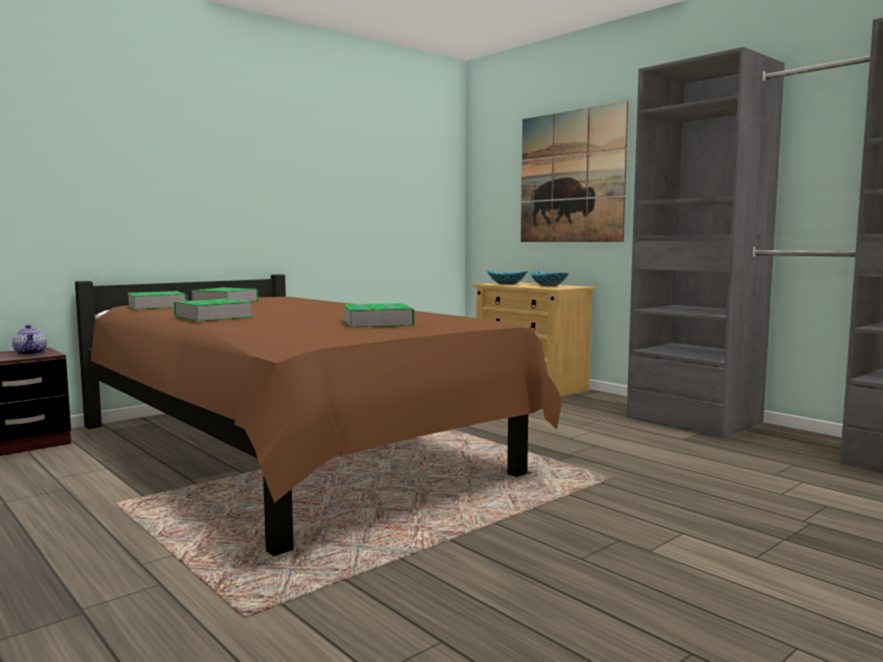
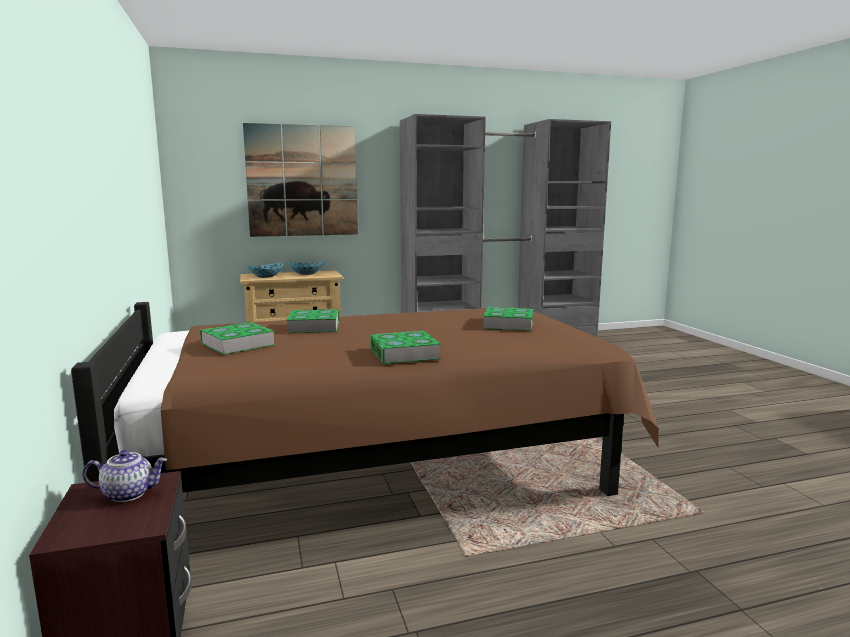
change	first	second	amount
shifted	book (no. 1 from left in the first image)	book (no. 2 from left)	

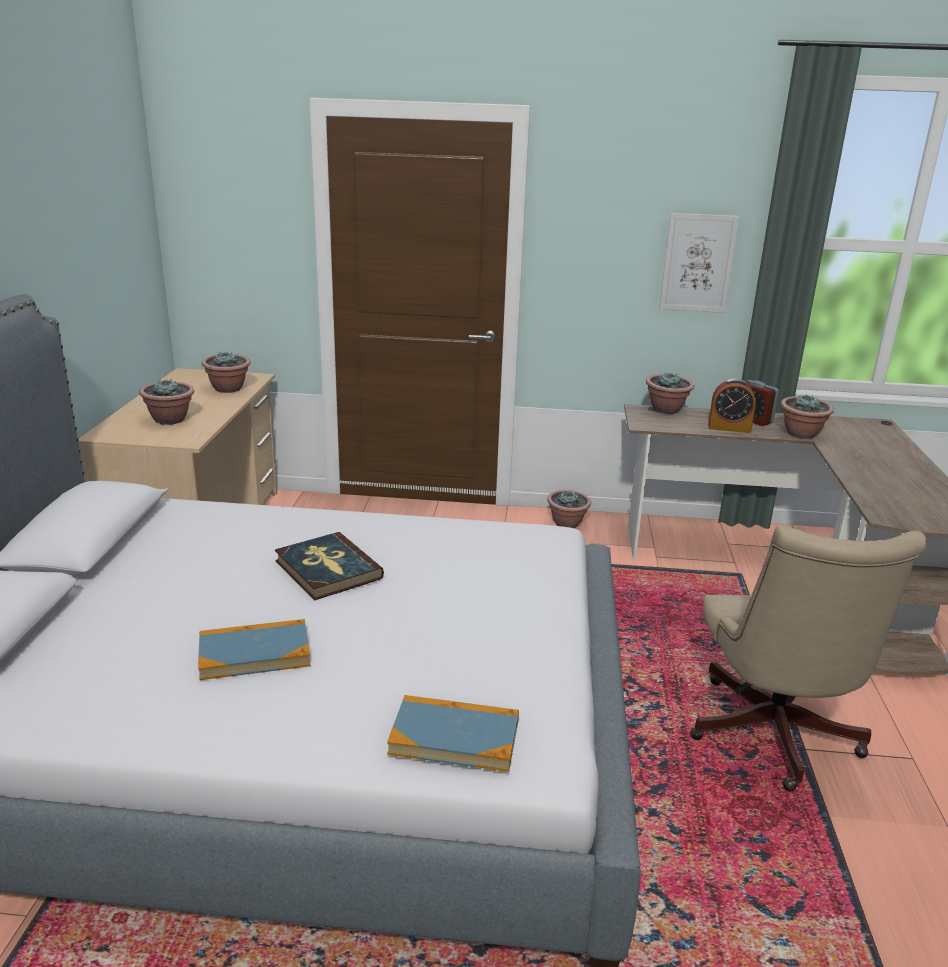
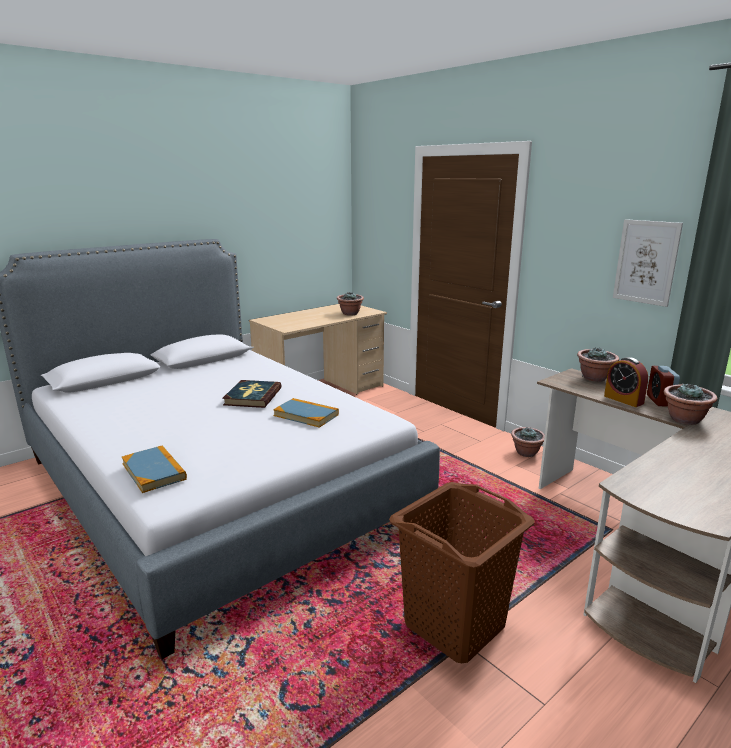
change	first	second	amount
gone	potted plant (no. 1 from left)		
swapped	beige office chair	brown laundry basket	
shifted	book (no. 1 from left in the first image)	book (no. 3 from left)	

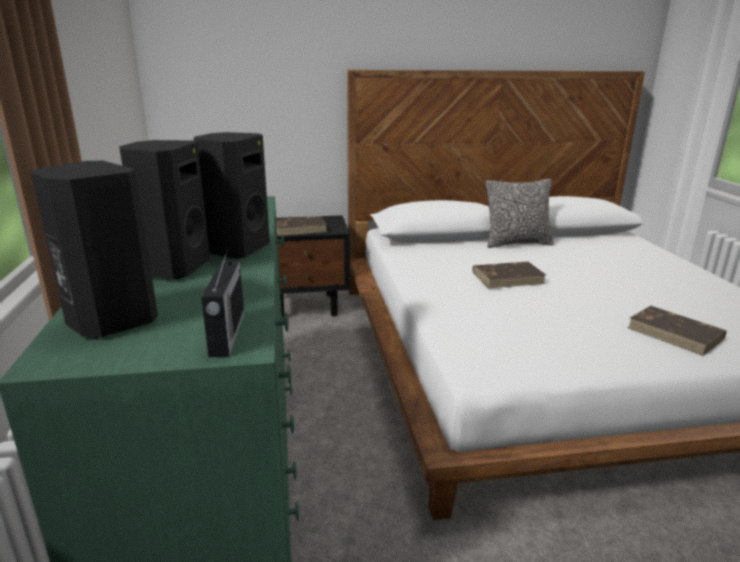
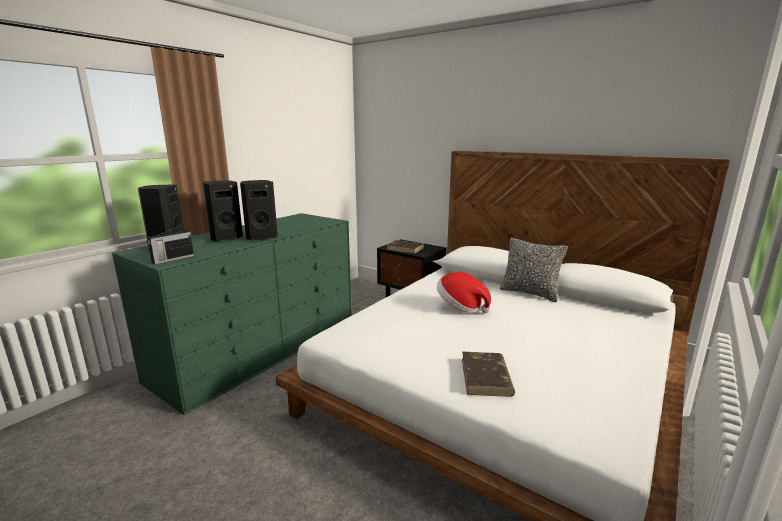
change	first	second	amount
swapped	brown book (no. 2 from left)	hat	

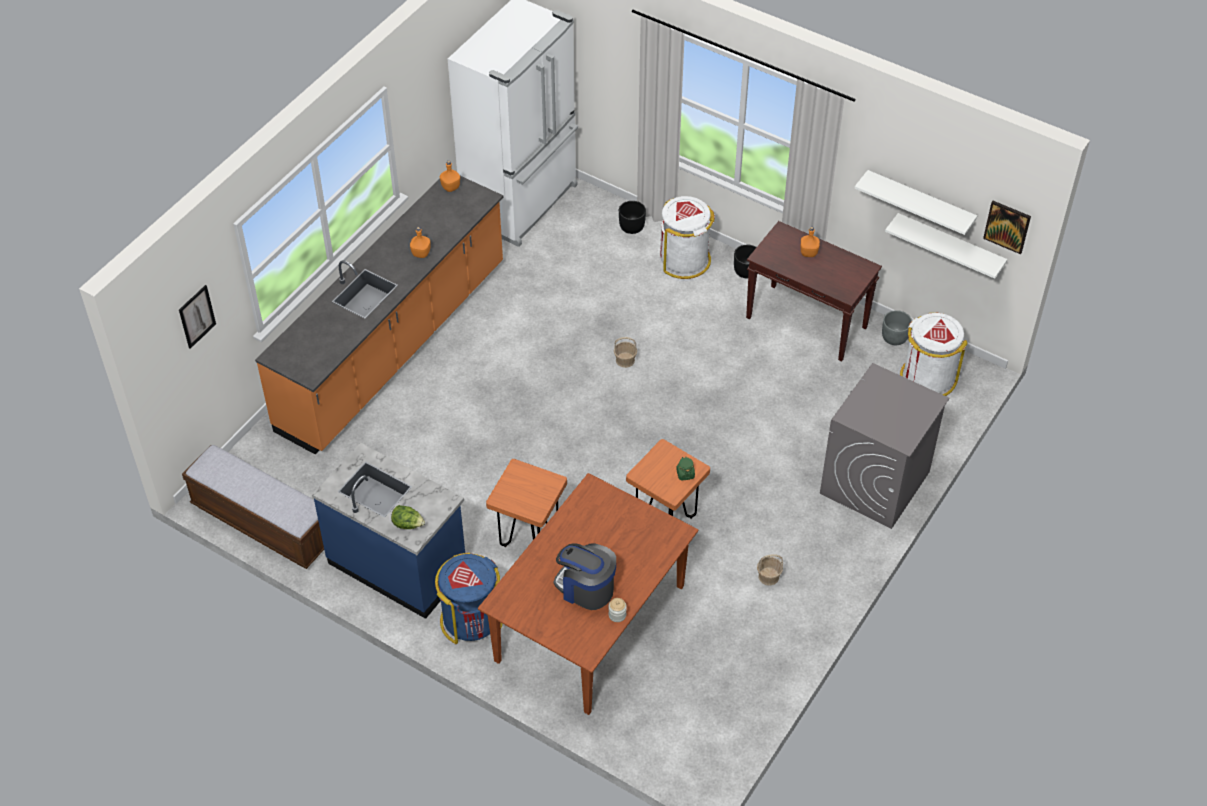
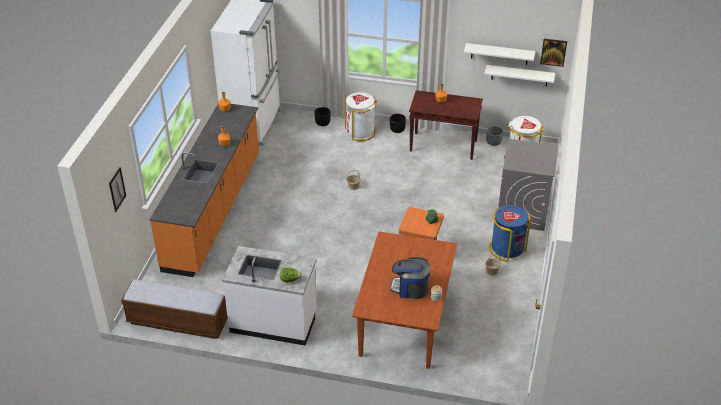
change	first	second	amount
repainted	blue counter	white counter	
gone	orange stool (no. 1 from left)		
shifted	blue trash can		

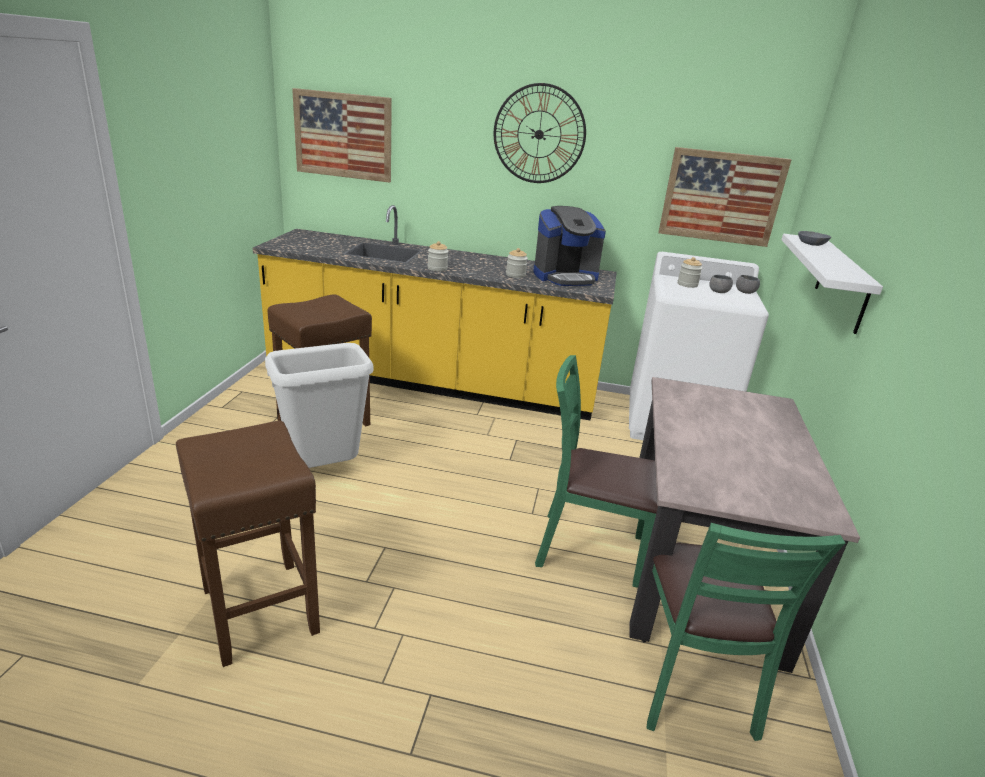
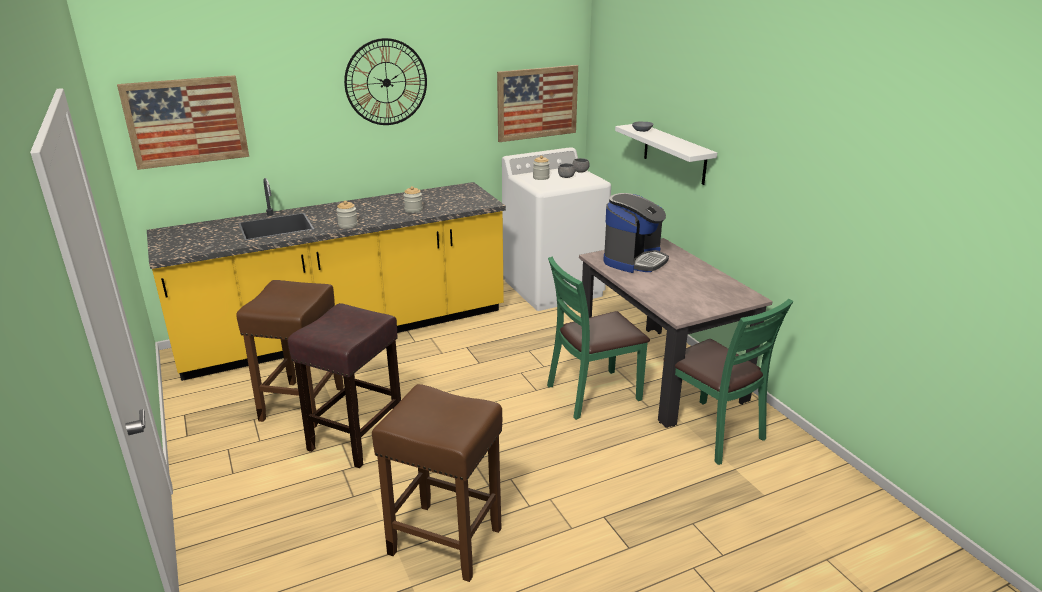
change	first	second	amount
shifted	coffee machine		
swapped	white trash can	brown stool (no. 2 from left)	

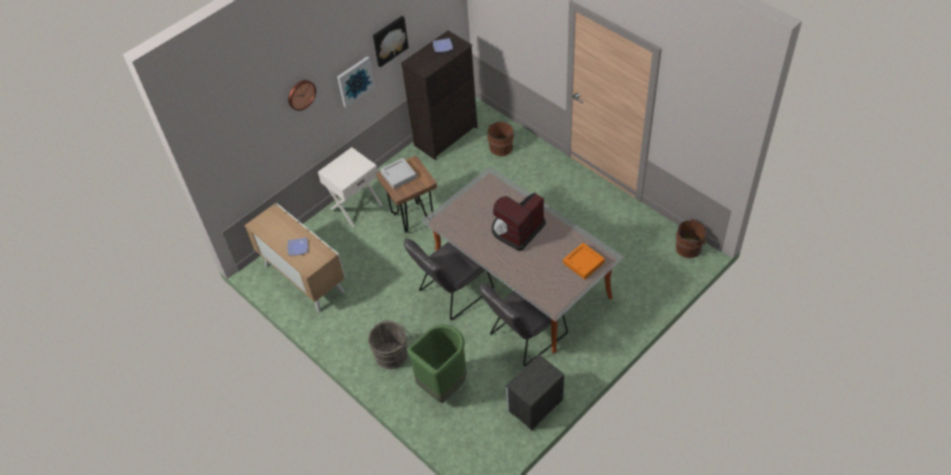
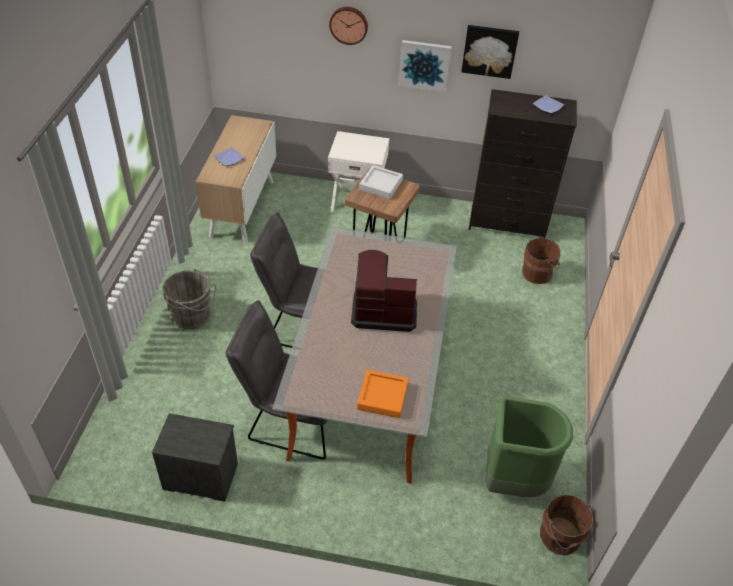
change	first	second	amount
shifted	green trash can		

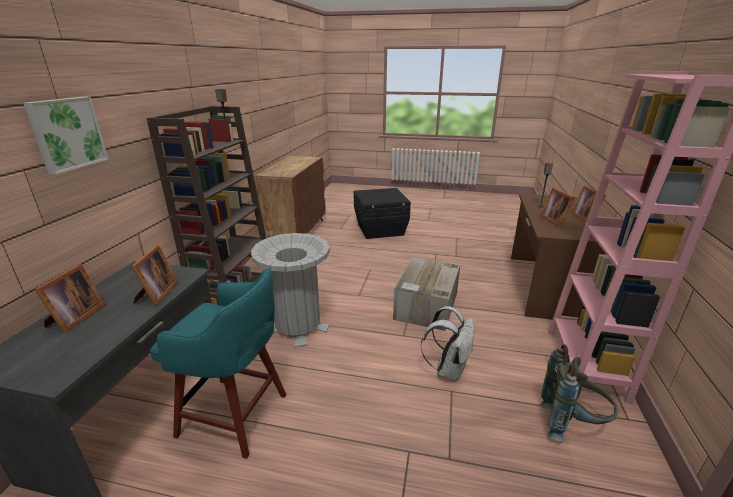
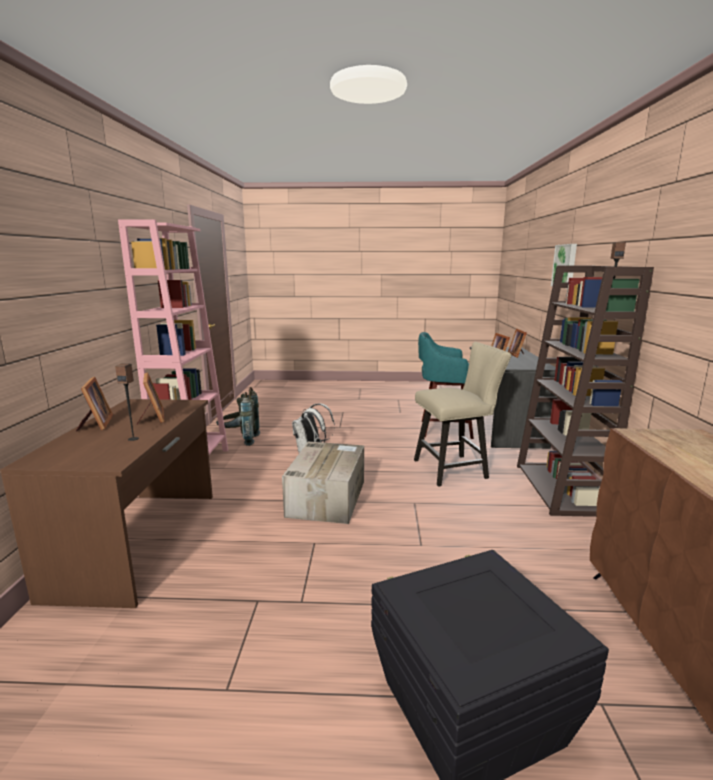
change	first	second	amount
swapped	grey trash can	beige chair	

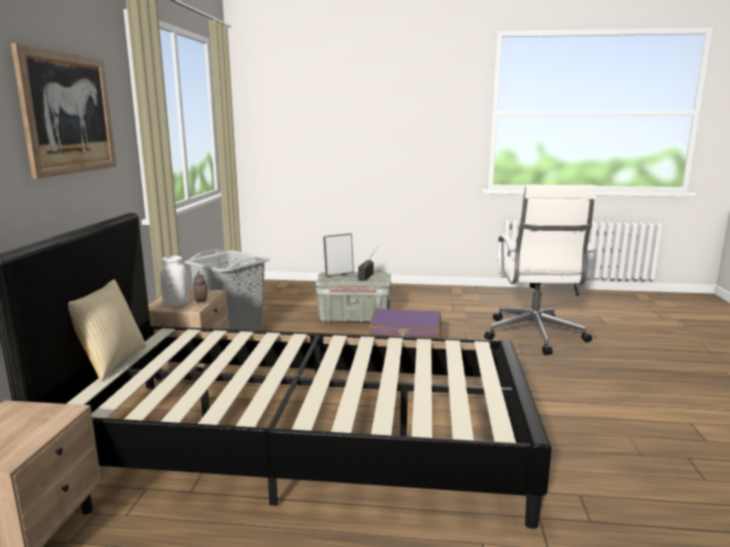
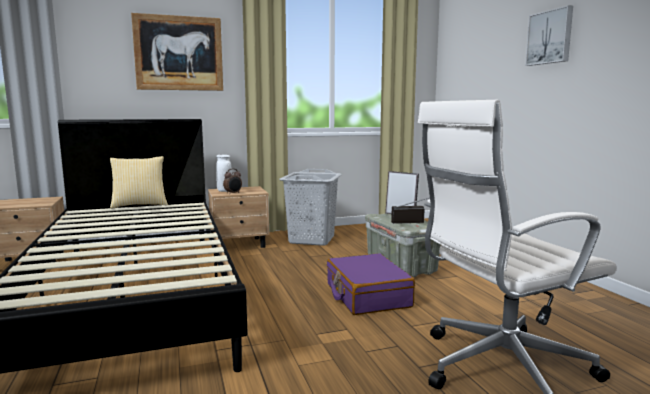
change	first	second	amount
new		picture (no. 2 from left)	

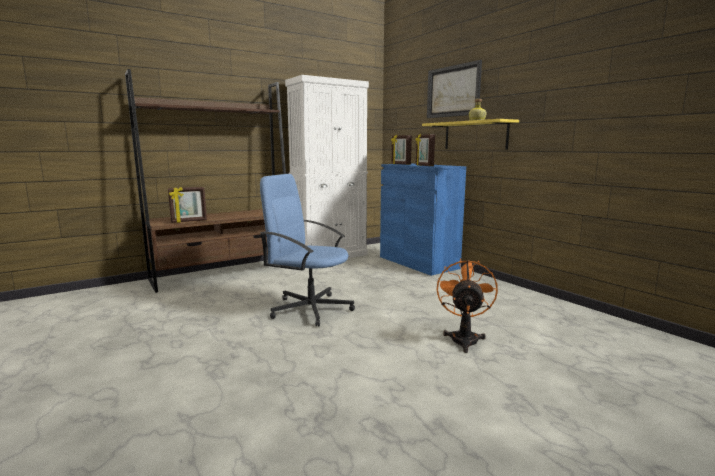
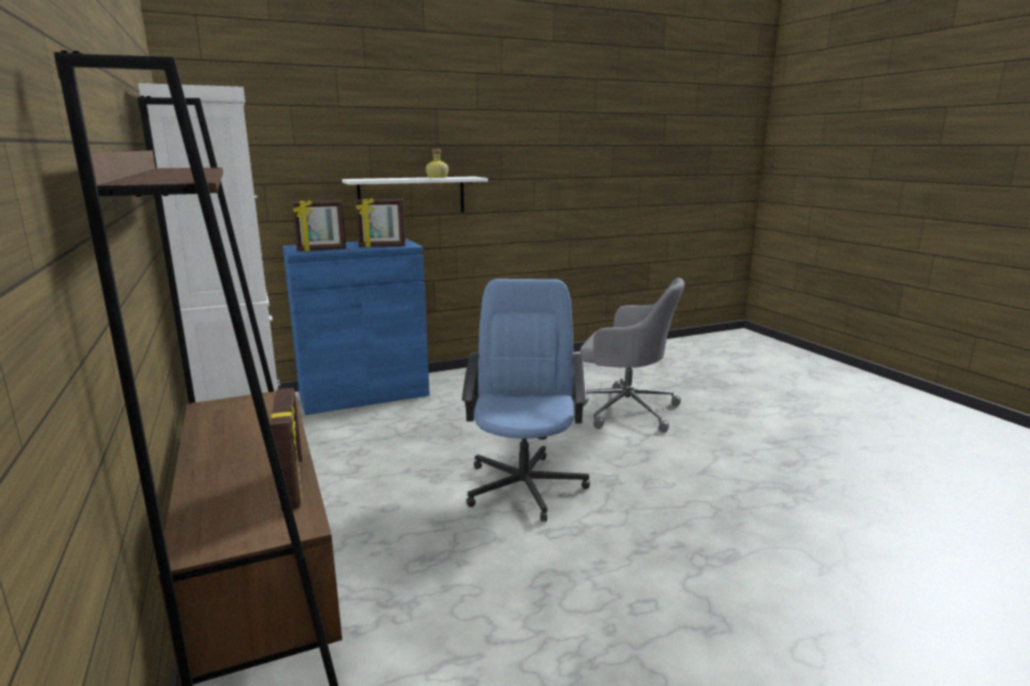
change	first	second	amount
gone	picture		
repainted	yellow shelf	white shelf	
rotated	blue office chair		150 degrees clockwise
swapped	orange fan	grey office chair	

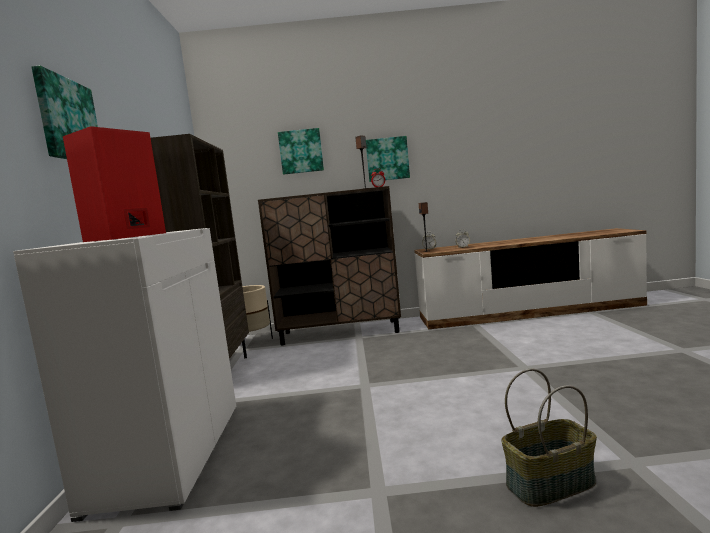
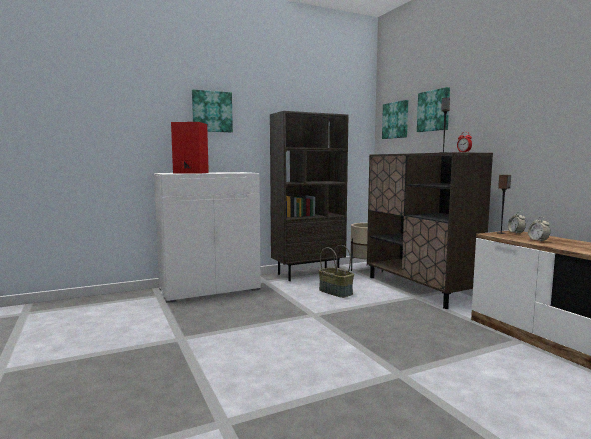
change	first	second	amount
shifted	picture (no. 3 from left in the first image)	picture (no. 2 from left)	
shifted	basket		

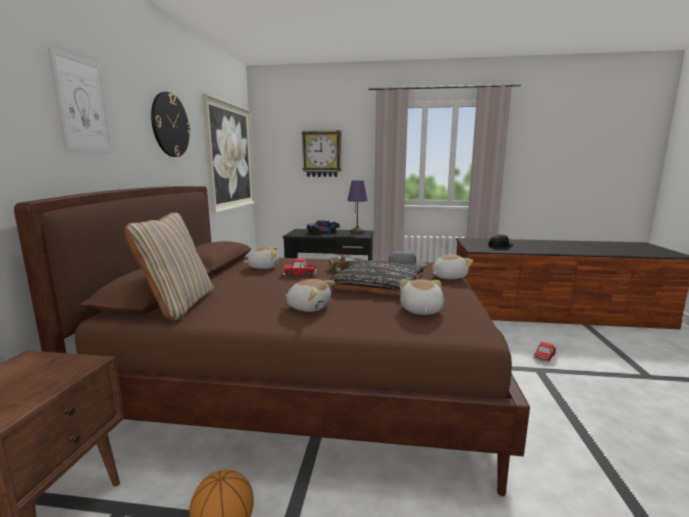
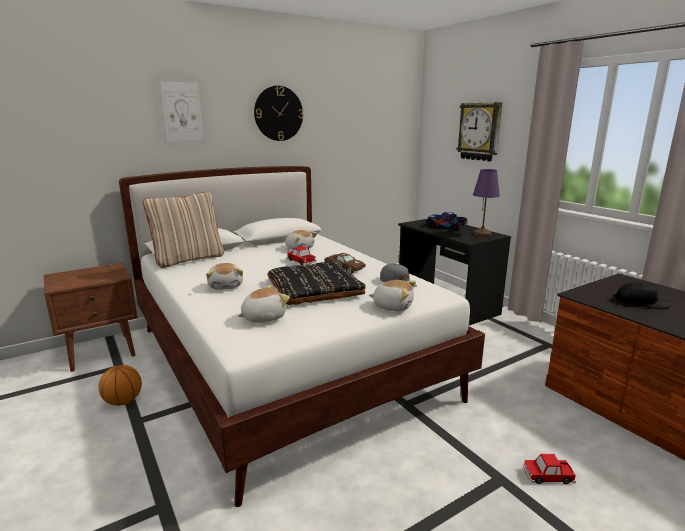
change	first	second	amount
gone	picture (no. 2 from left)		
repainted	brown bed	white bed	

